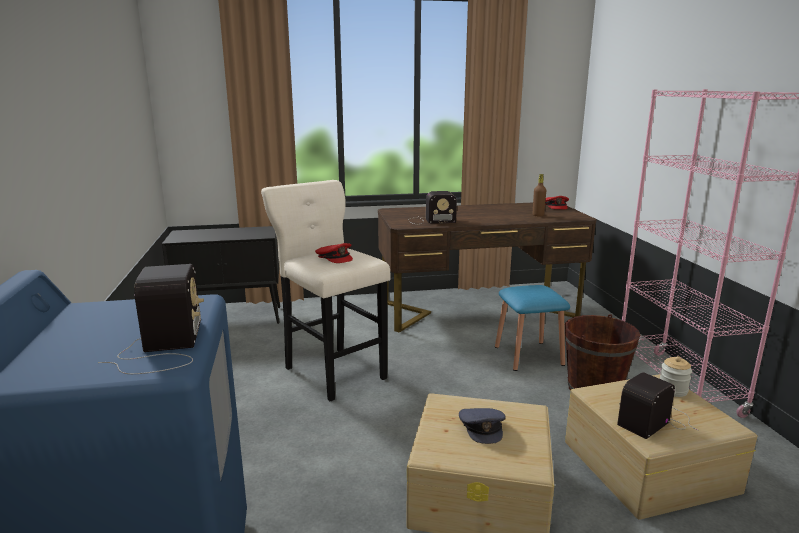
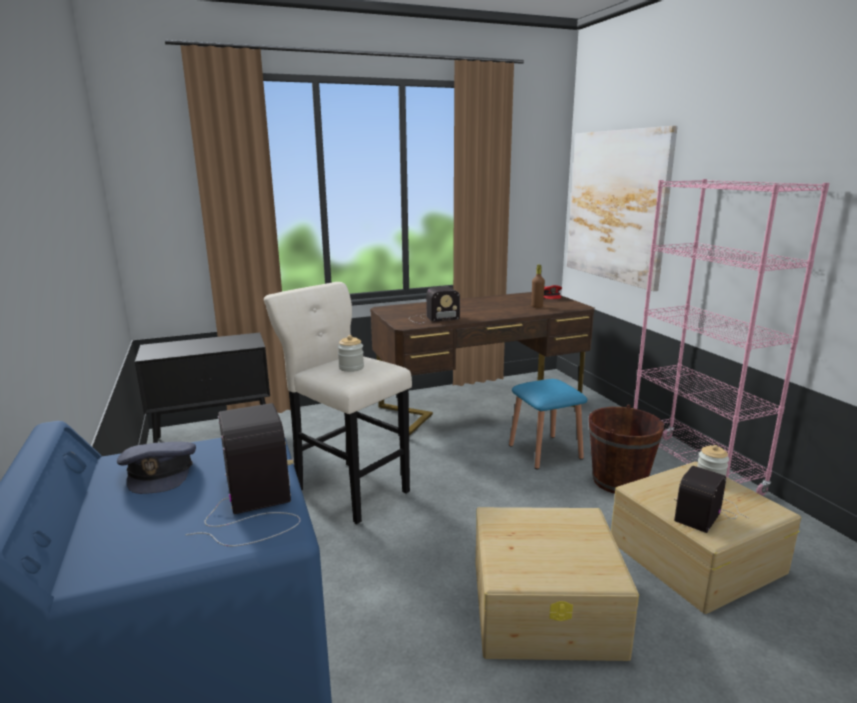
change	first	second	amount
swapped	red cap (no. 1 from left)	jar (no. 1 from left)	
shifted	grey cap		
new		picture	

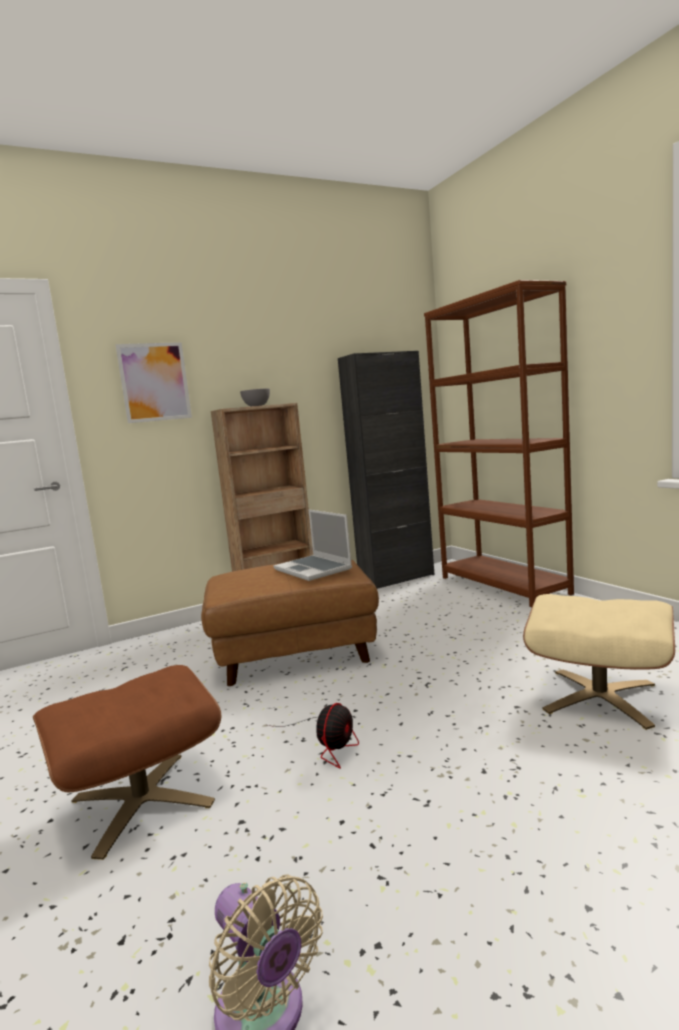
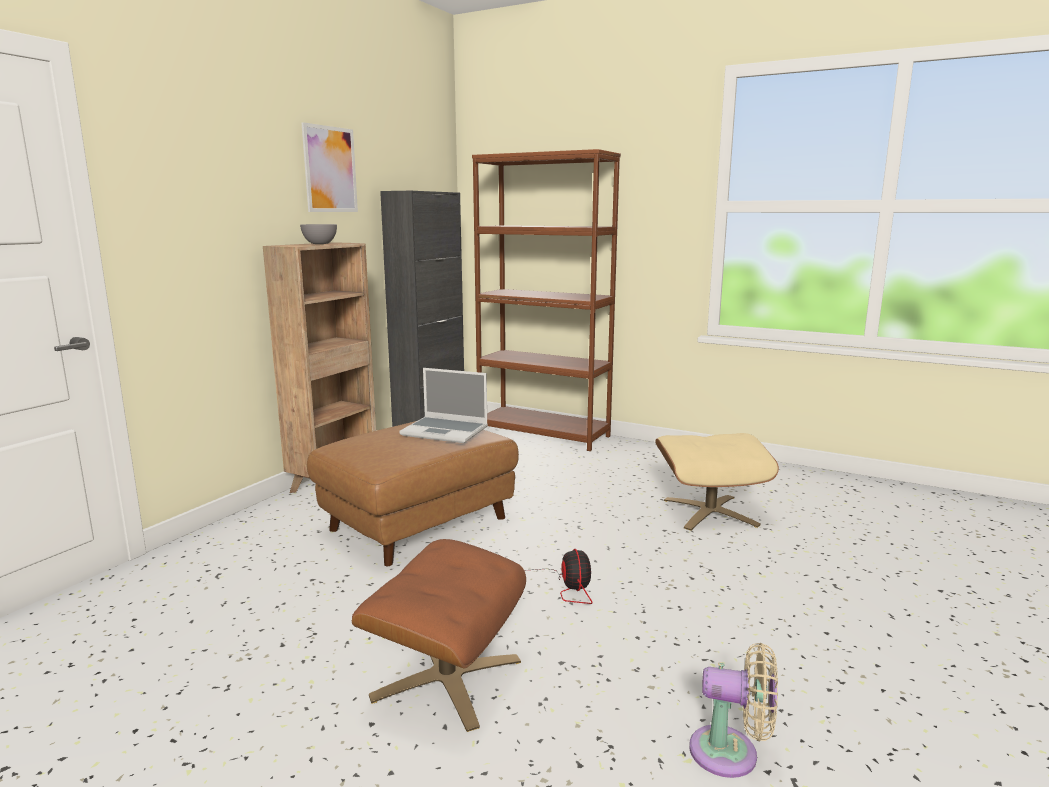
change	first	second	amount
shifted	picture		

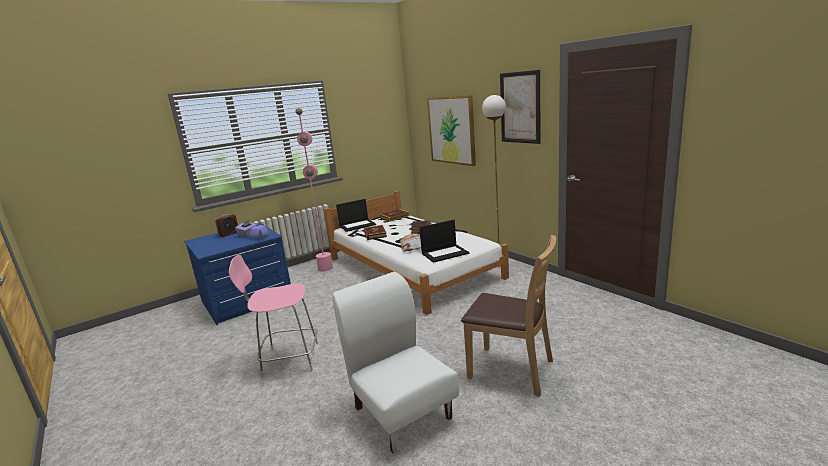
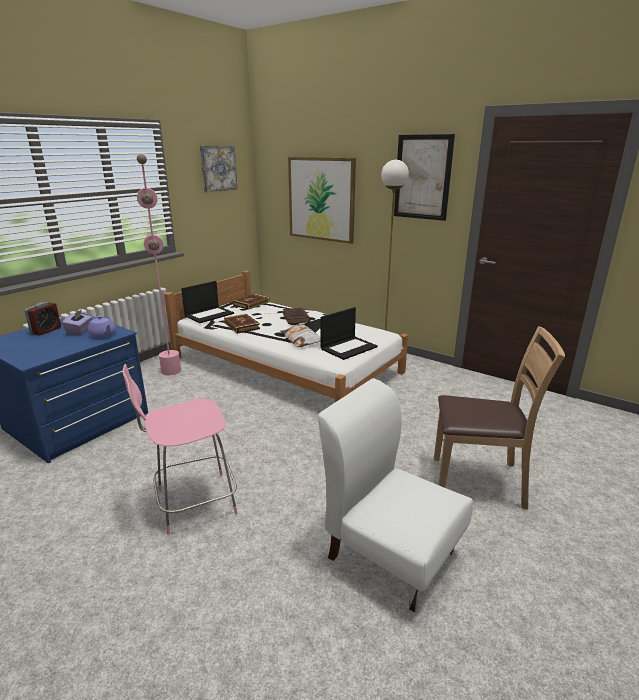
change	first	second	amount
new		picture (no. 1 from left)	

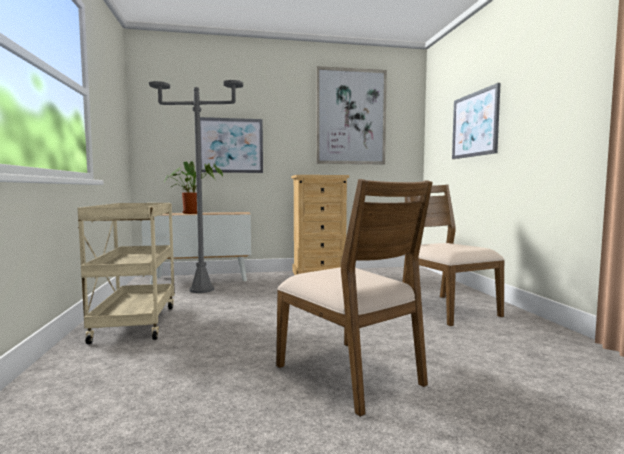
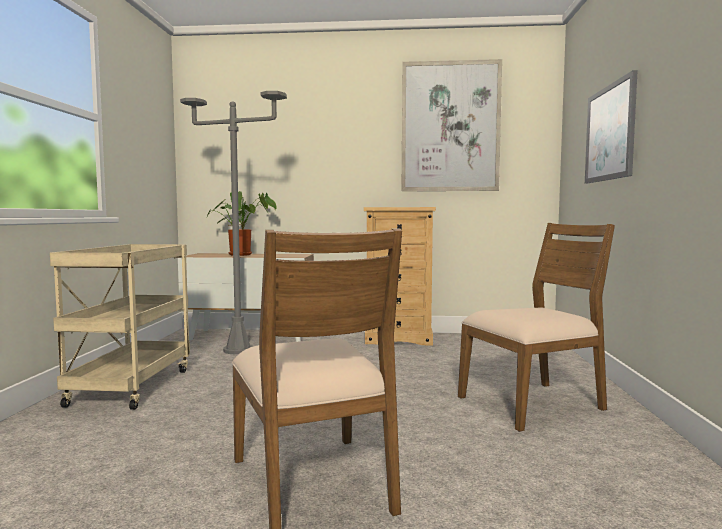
change	first	second	amount
gone	picture (no. 1 from left)		
rotated	brown chair (no. 2 from left)		75 degrees clockwise

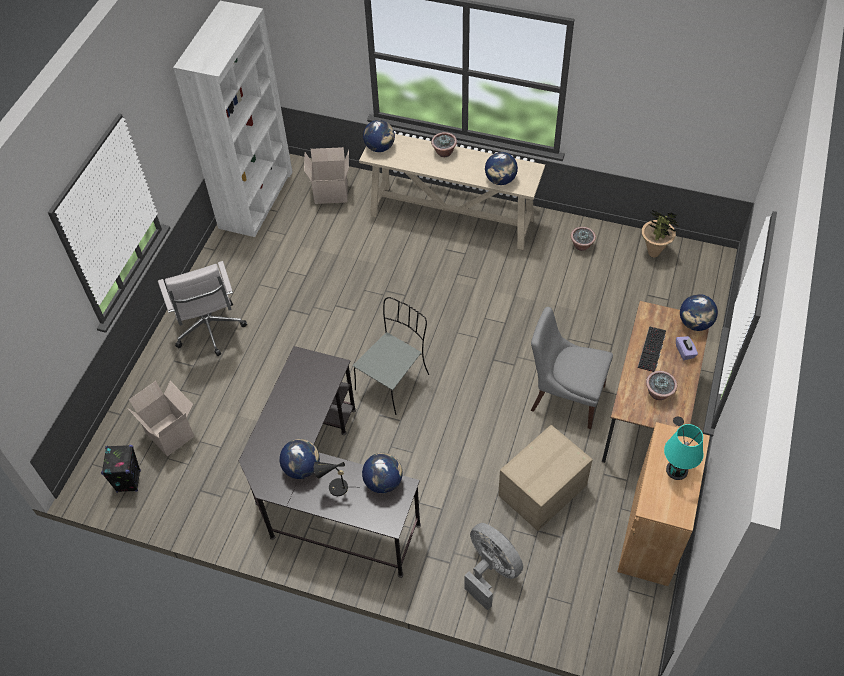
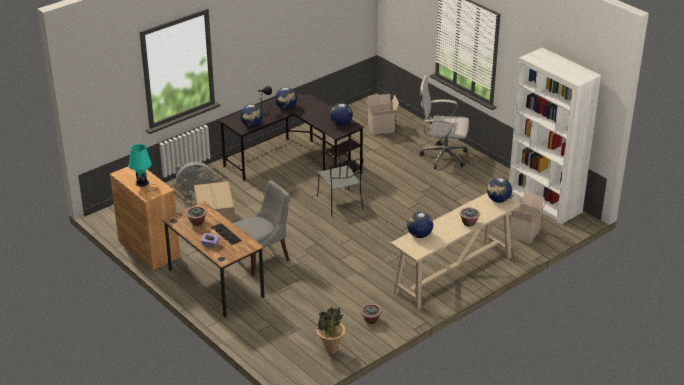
change	first	second	amount
shifted	globe (no. 5 from left in the first image)	globe (no. 3 from left)	
gone	black speaker		

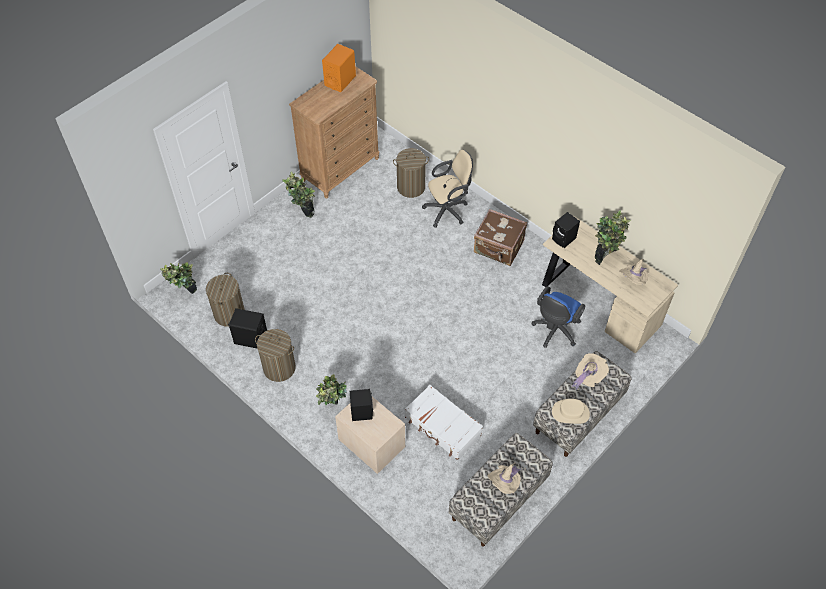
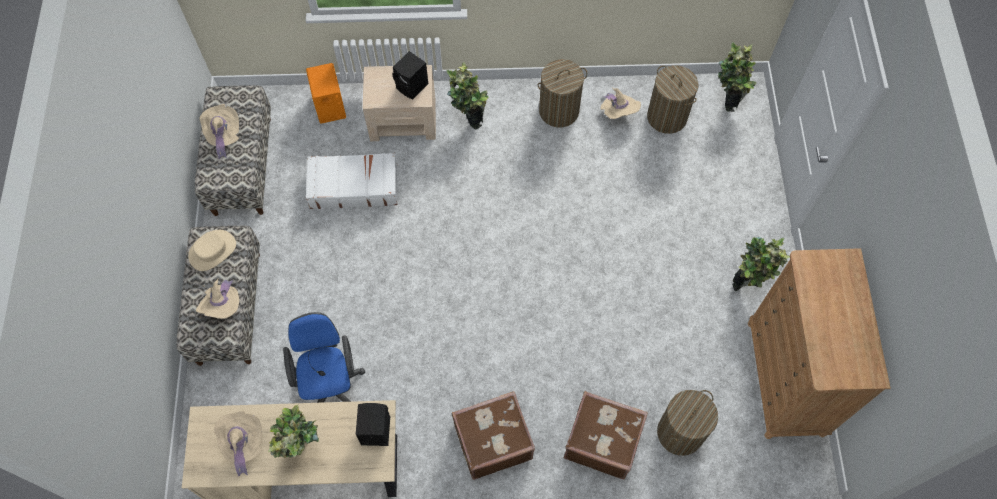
change	first	second	amount
shifted	orange speaker		
swapped	beige office chair	brown suitcase (no. 2 from left)	
swapped	black speaker (no. 1 from left)	beige hat (no. 5 from left)	

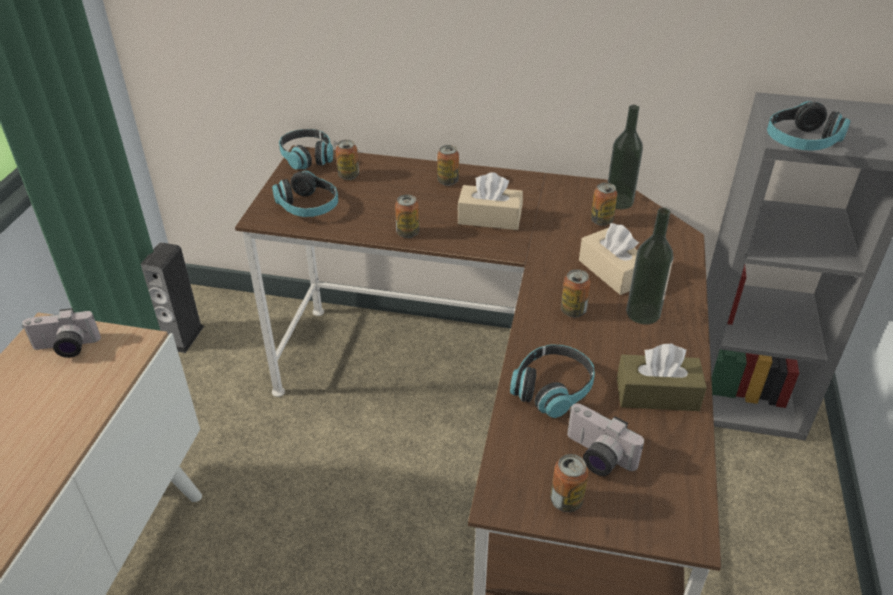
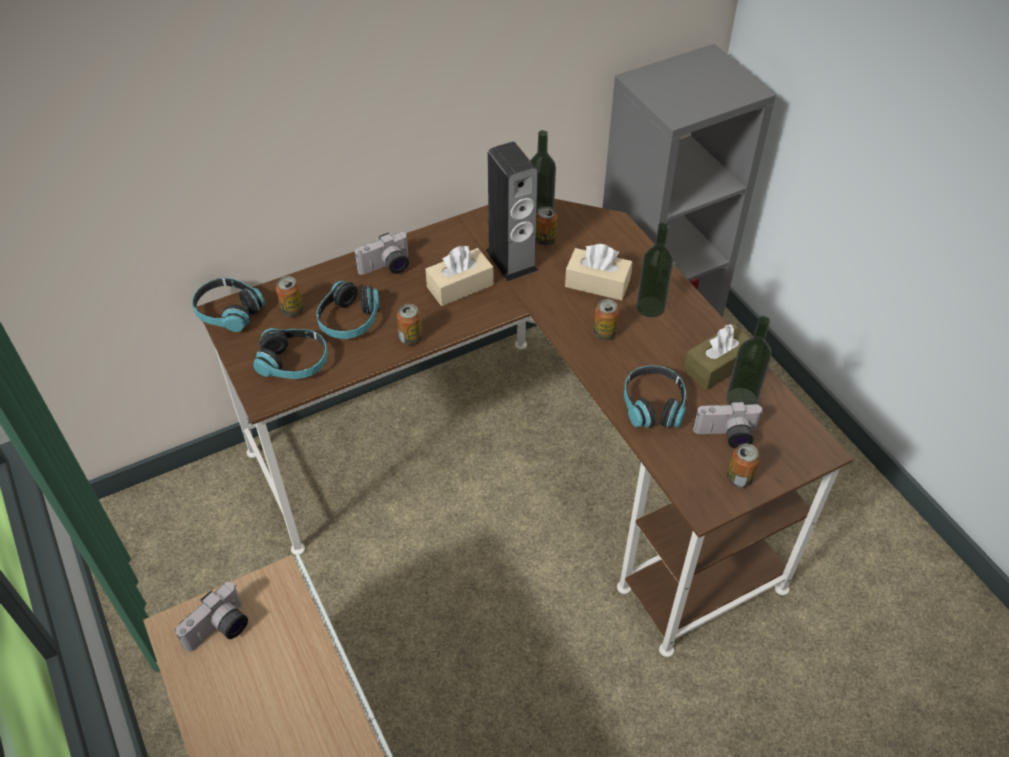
change	first	second	amount
shifted	headphones (no. 4 from left in the first image)	headphones (no. 3 from left)	
swapped	can (no. 3 from left)	photo camera (no. 2 from left)	
shifted	speaker		
new		bottle (no. 3 from left)	

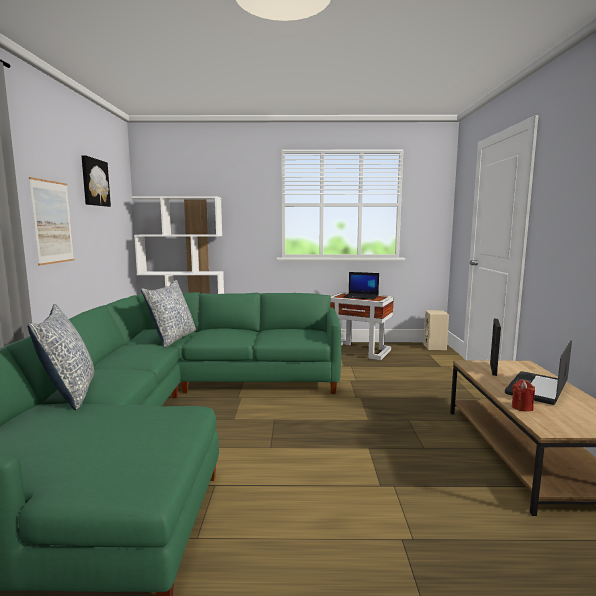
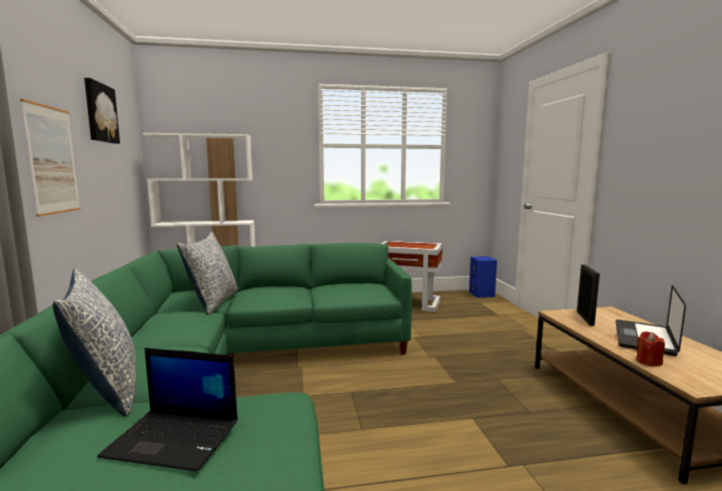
change	first	second	amount
shifted	laptop (no. 1 from left)		
repainted	beige speaker	blue speaker	

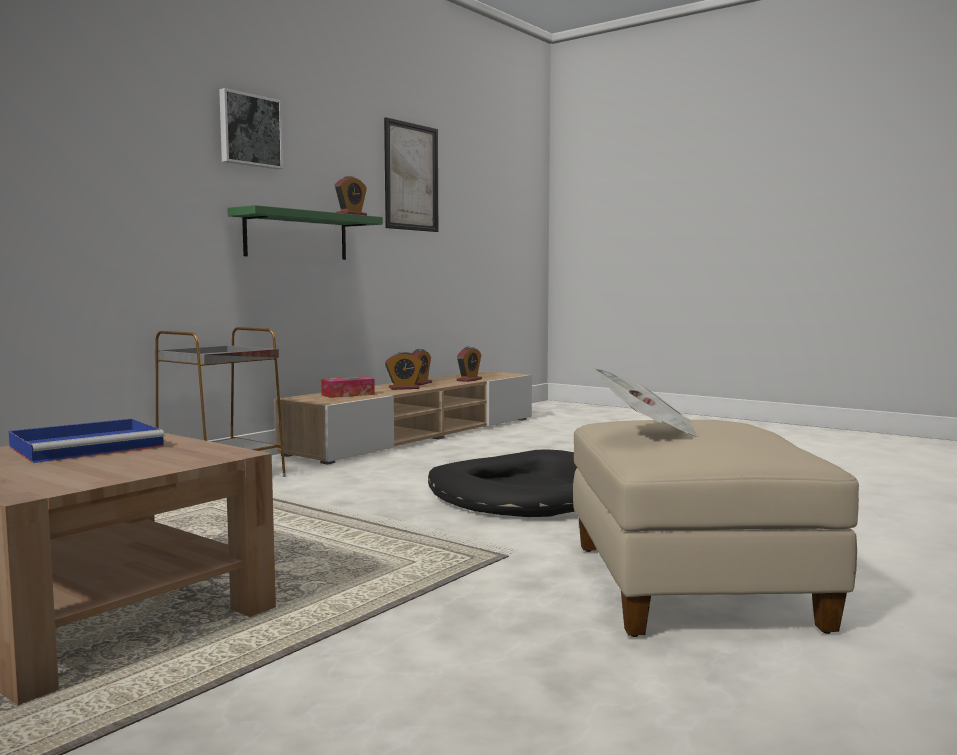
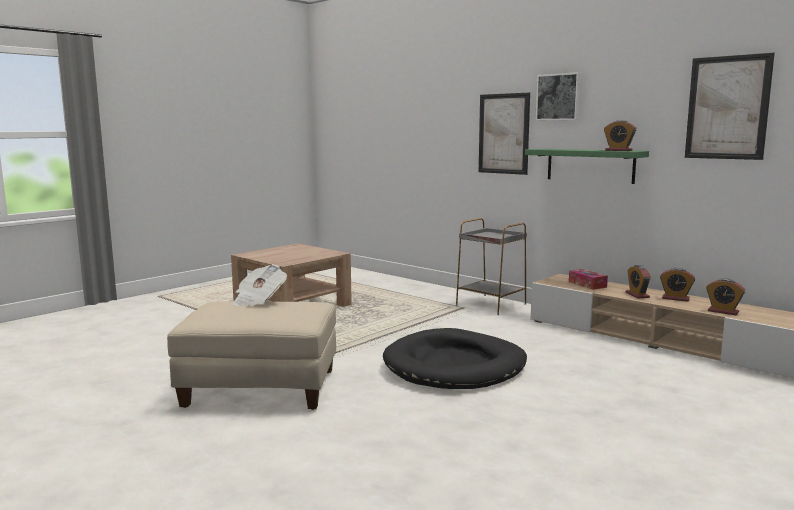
change	first	second	amount
gone	blue tray		
new		picture (no. 1 from left)	

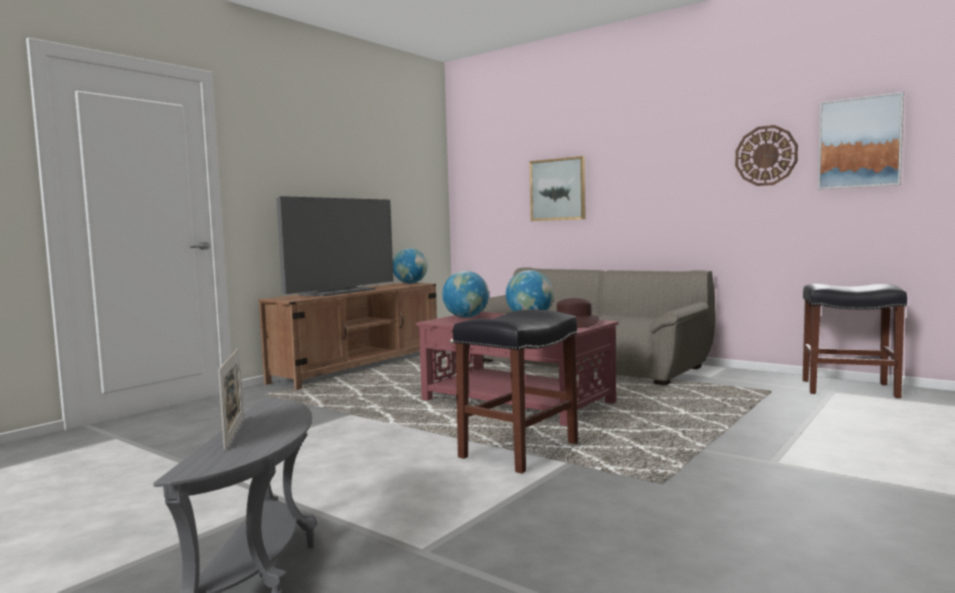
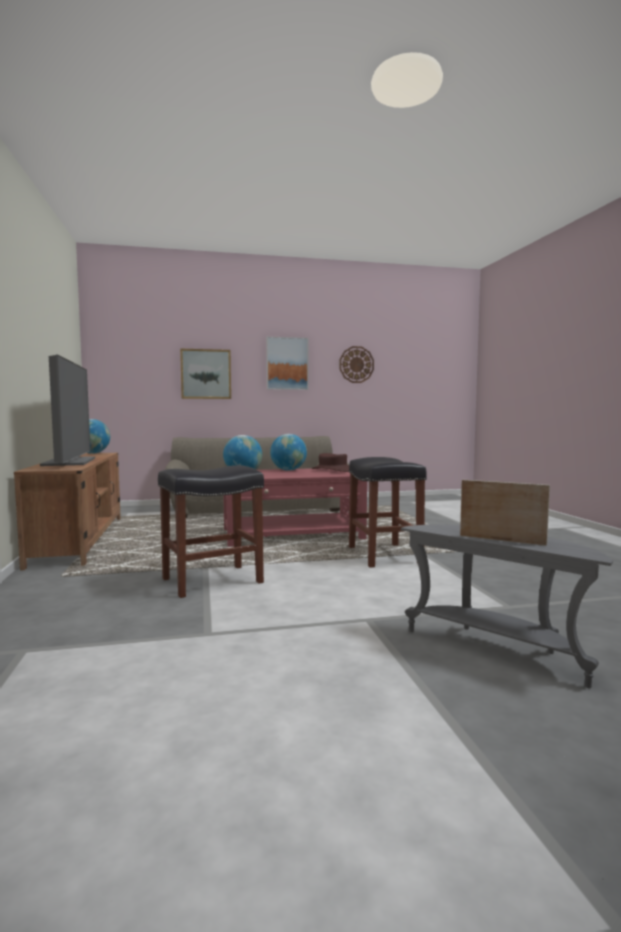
change	first	second	amount
shifted	picture (no. 2 from left)		
shifted	black stool (no. 2 from left in the first image)	black stool (no. 1 from left)	

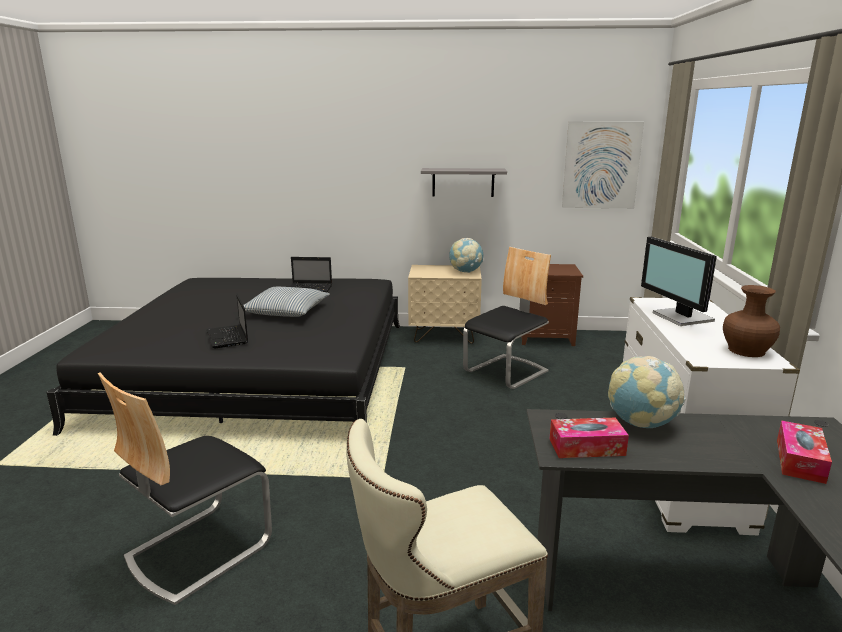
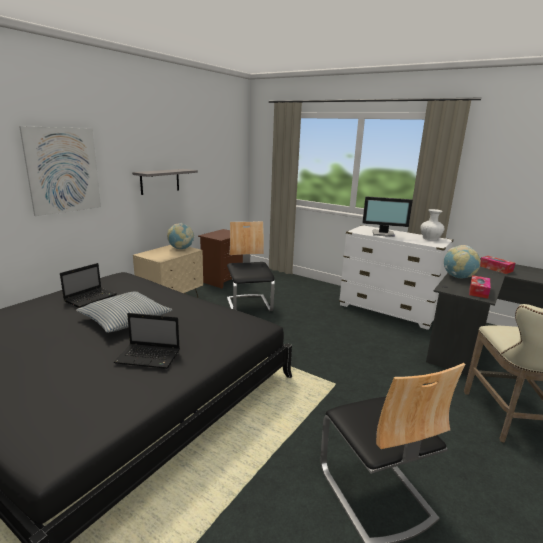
change	first	second	amount
shifted	picture		
repainted	brown vase	white vase	

